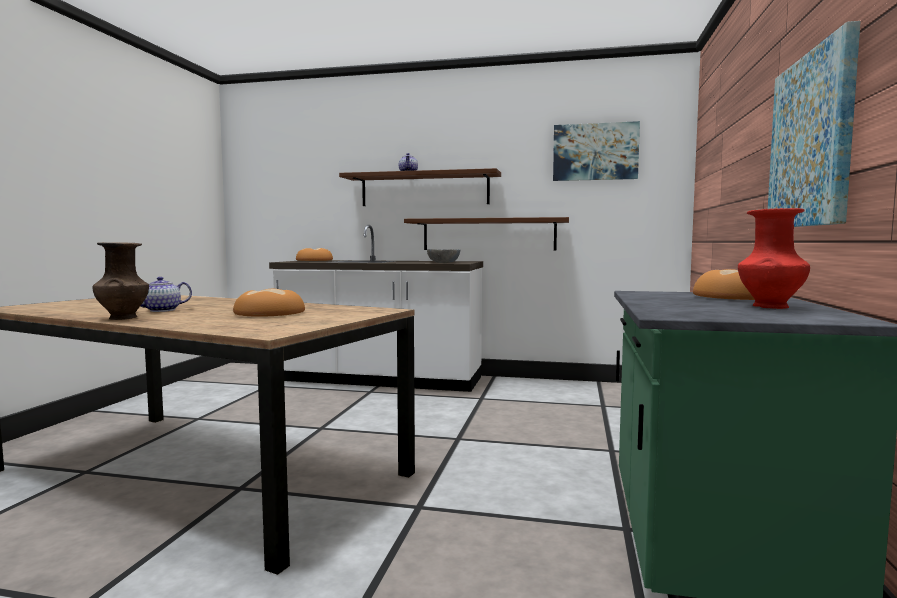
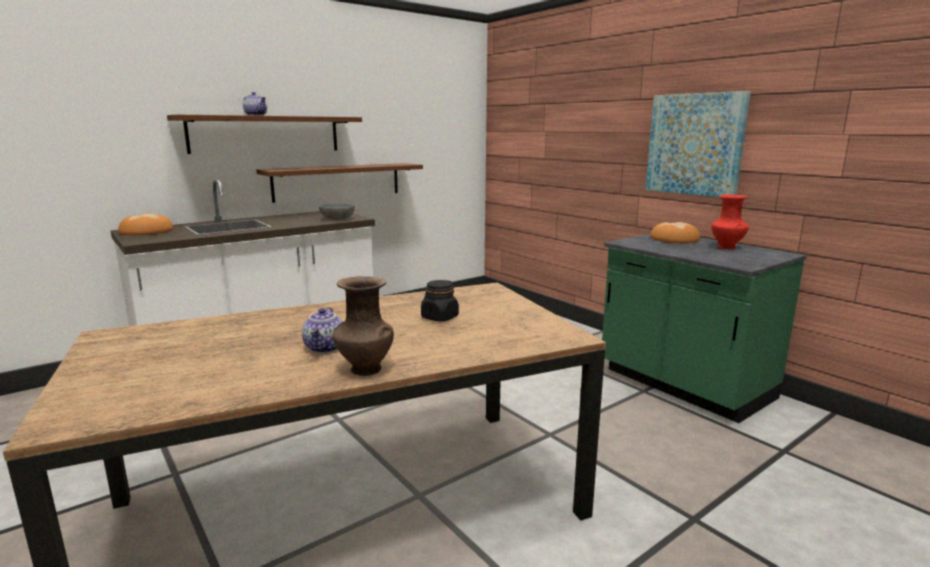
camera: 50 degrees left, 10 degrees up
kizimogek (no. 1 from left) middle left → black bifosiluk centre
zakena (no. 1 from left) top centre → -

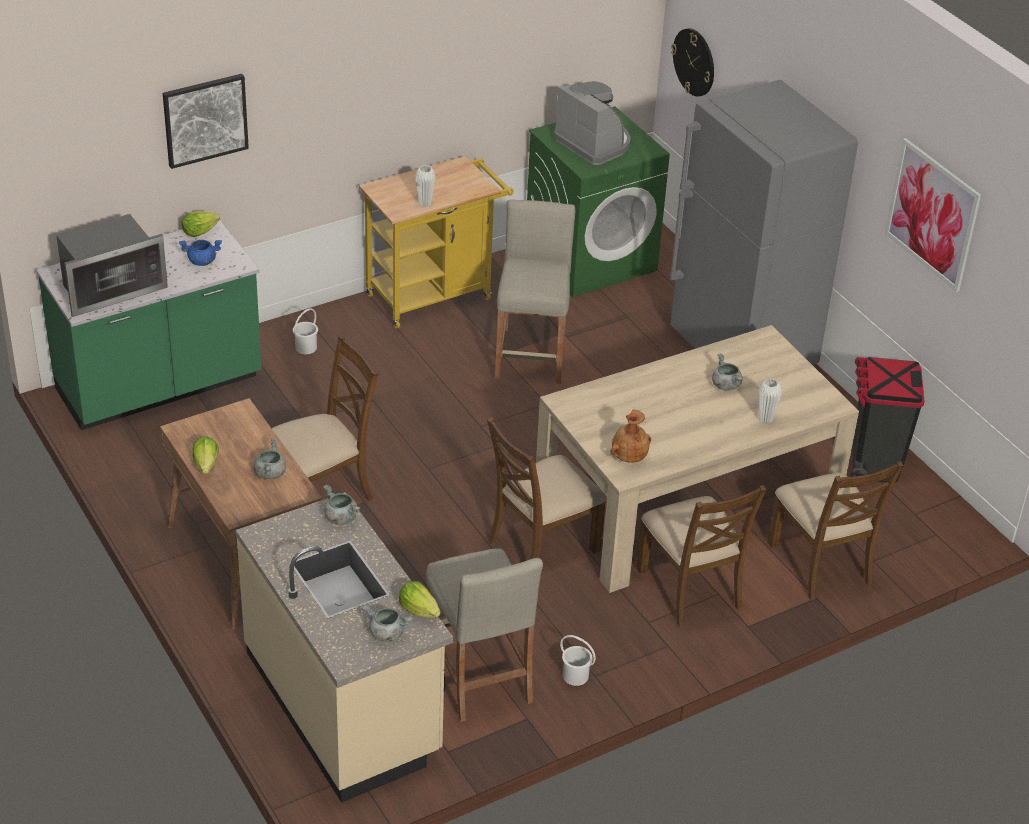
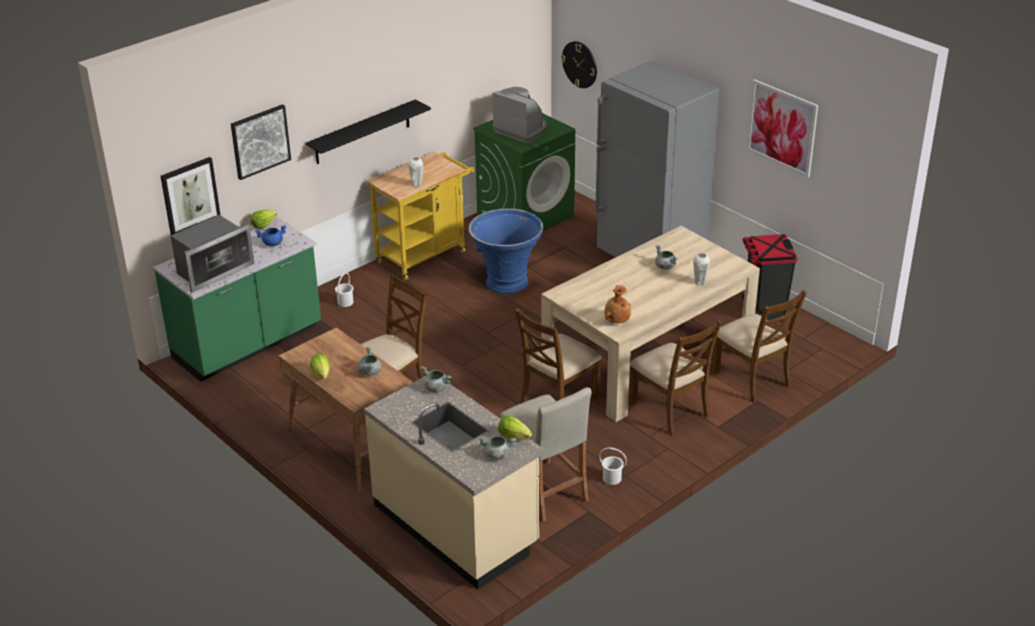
camera: 10 degrees left, 5 degrees down
- → zakena (no. 1 from left) top left
- → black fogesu top centre
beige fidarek (no. 2 from left) centre → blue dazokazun centre

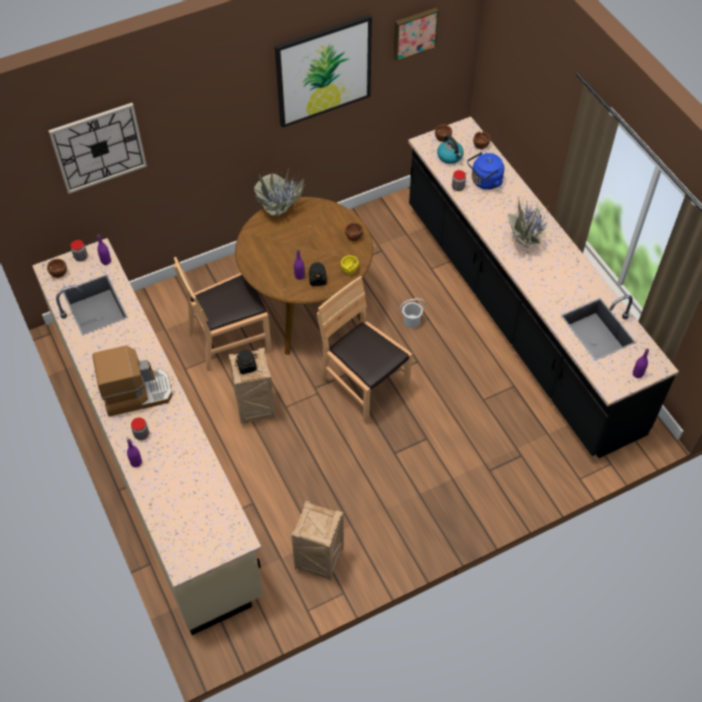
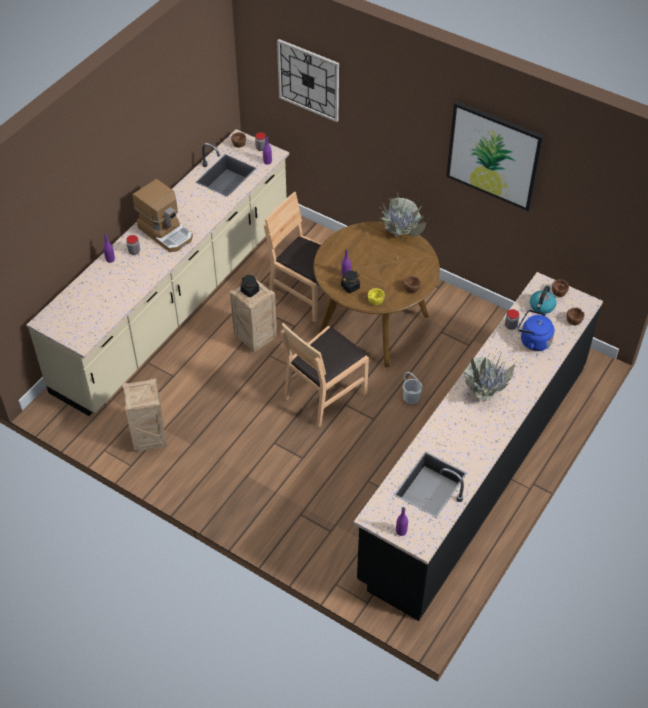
camera: 60 degrees right, 5 degrees down
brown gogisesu (no. 2 from left) centre, 150 degrees counterclockwise
zakena (no. 2 from left) top centre → -

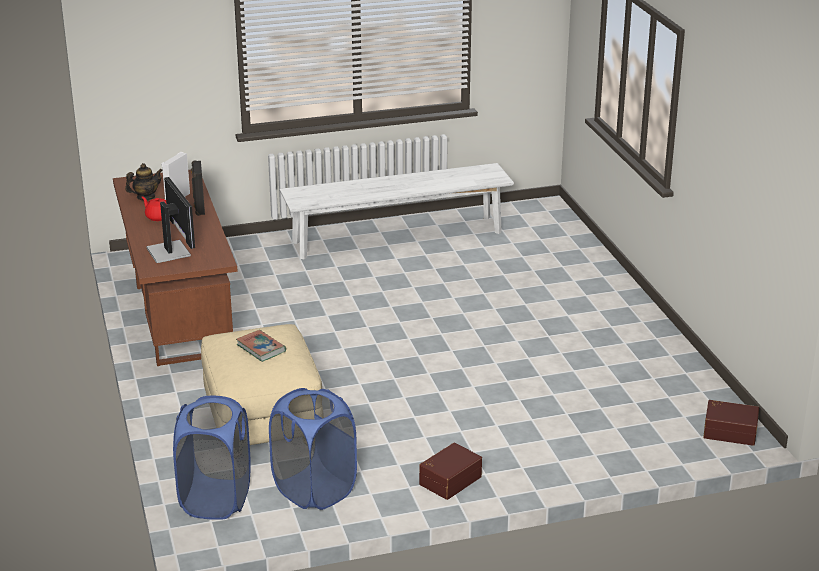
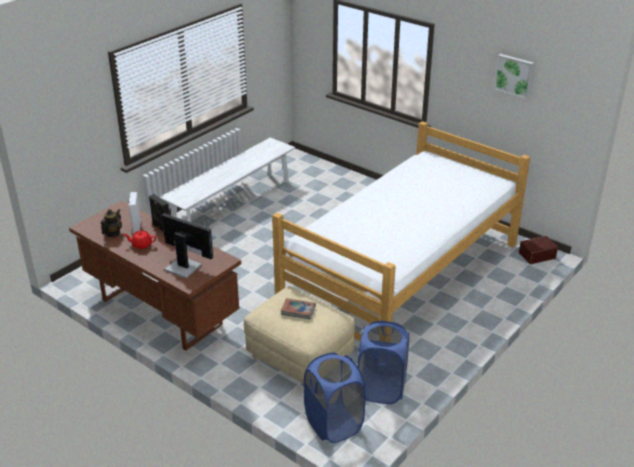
camera: 35 degrees left, 5 degrees up
- → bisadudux centre
- → zakena top right
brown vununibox (no. 1 from left) bottom centre → -

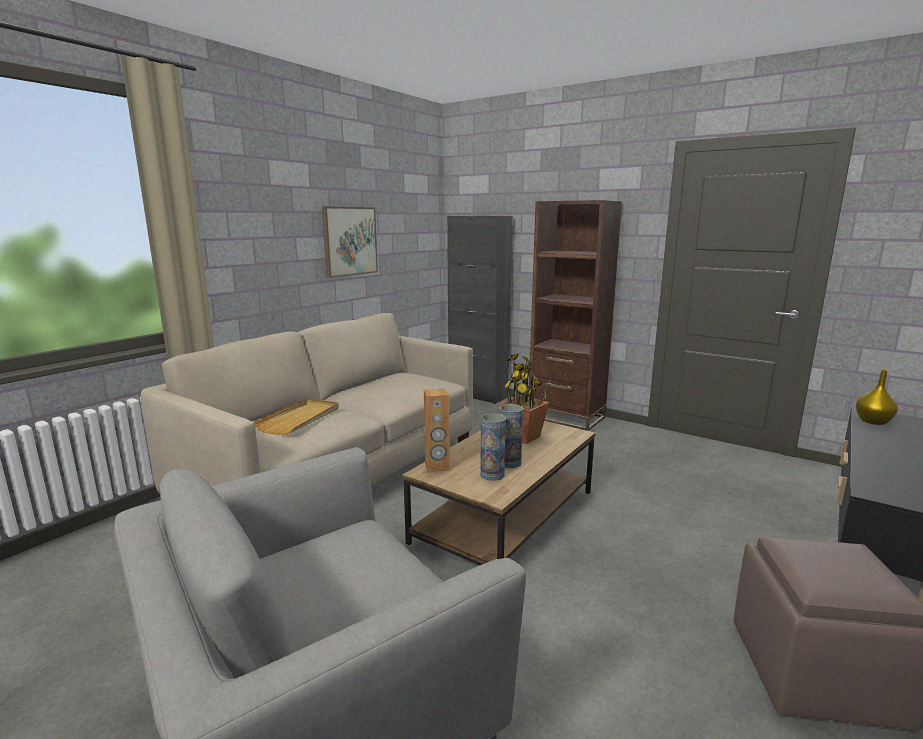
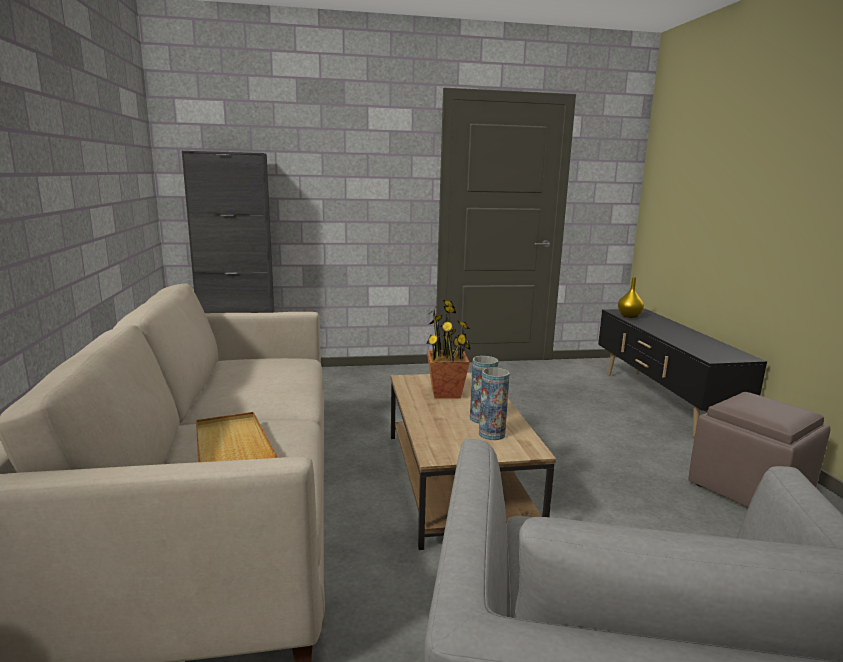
camera: 45 degrees left, 0 degrees up
zakena top centre → -
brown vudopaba centre → -
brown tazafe centre → -

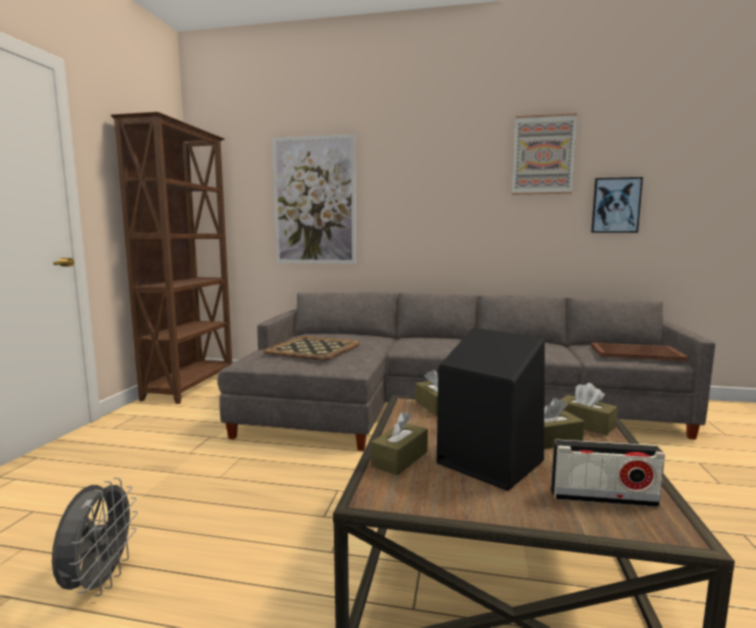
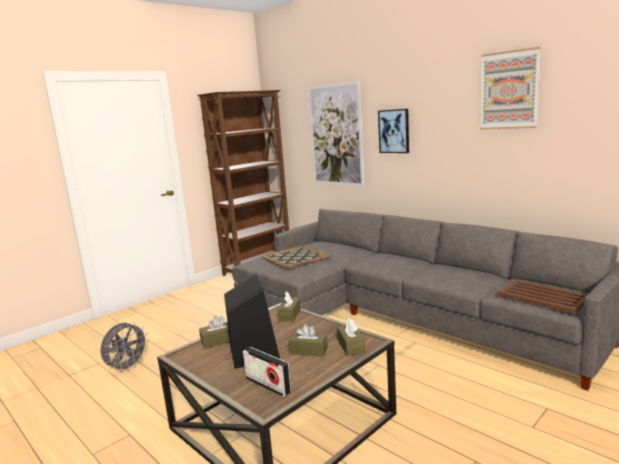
camera: 35 degrees right, 5 degrees up
zakena (no. 3 from left in the first image) top right → zakena (no. 2 from left) top centre, relocated

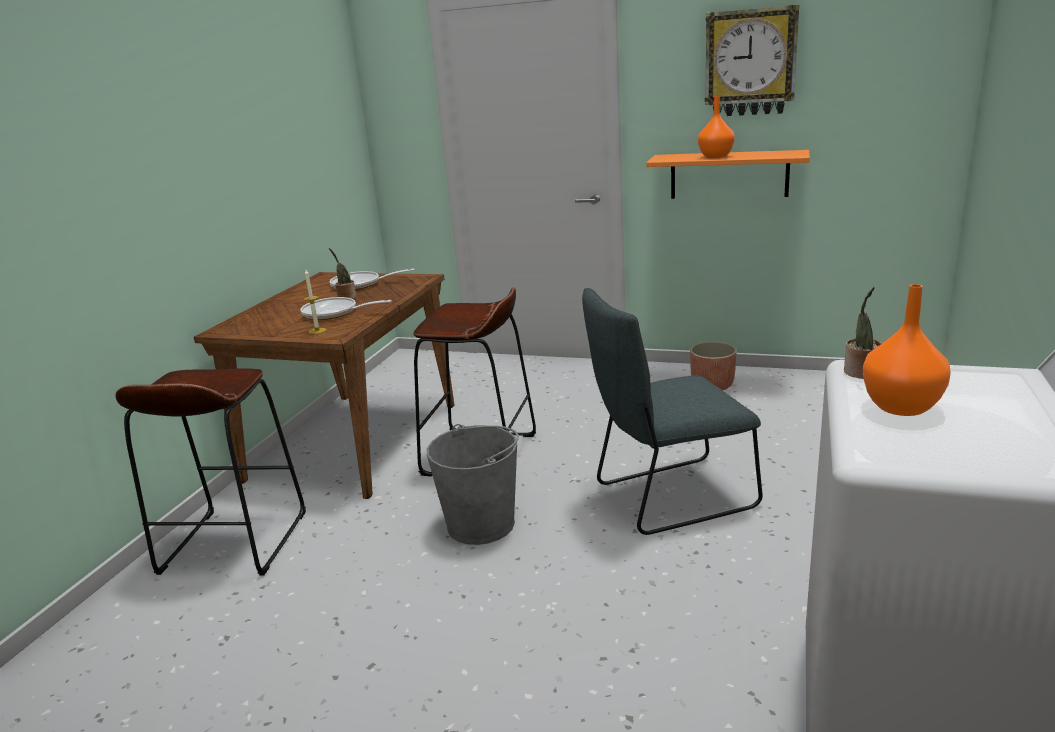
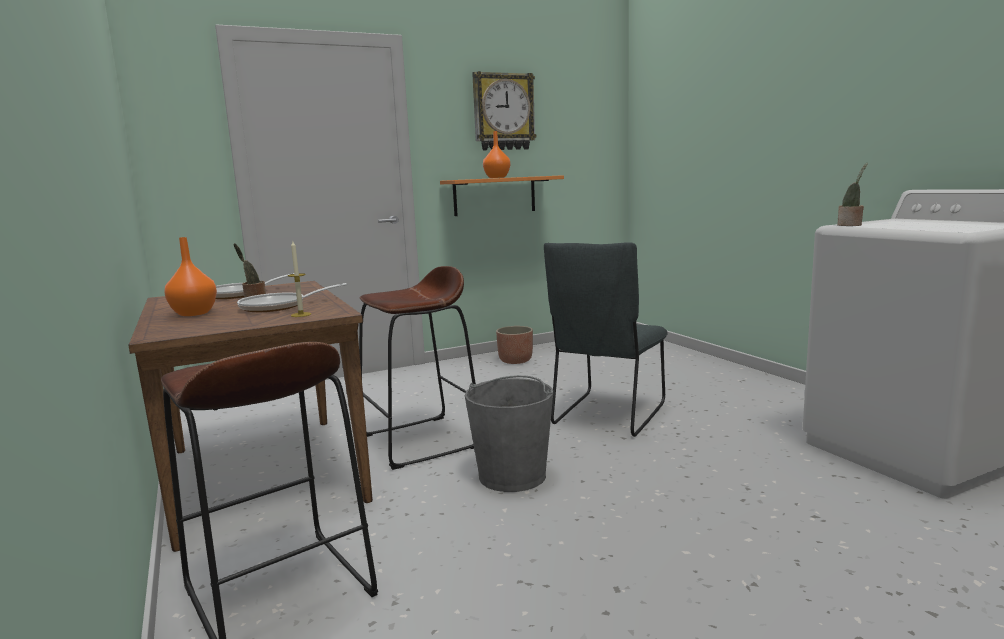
camera: 45 degrees left, 10 degrees down
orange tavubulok (no. 2 from left in the first image) middle right → orange tavubulok (no. 1 from left) middle left, relocated

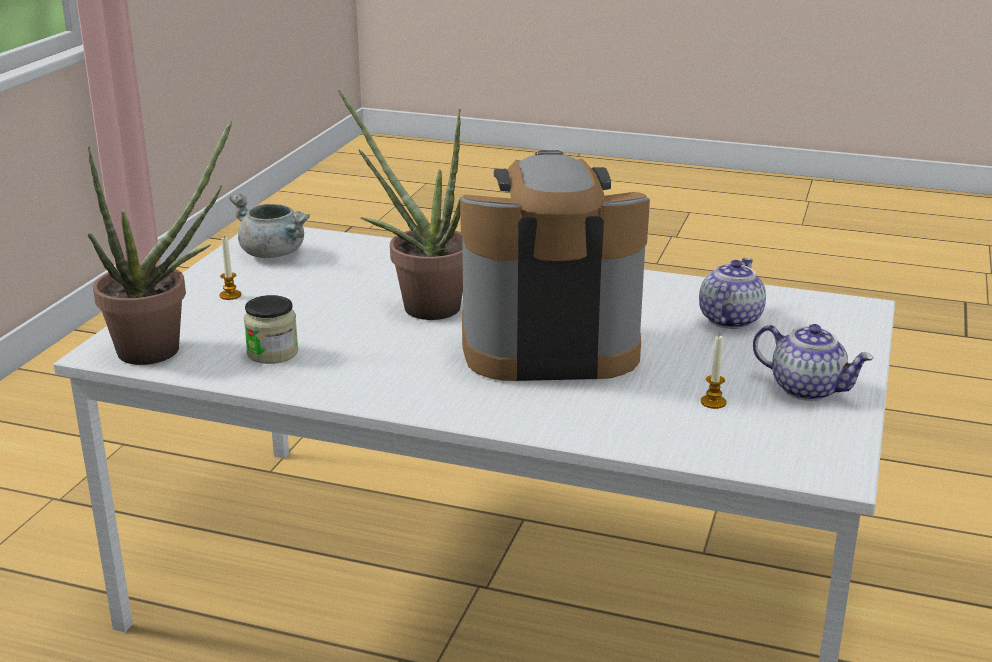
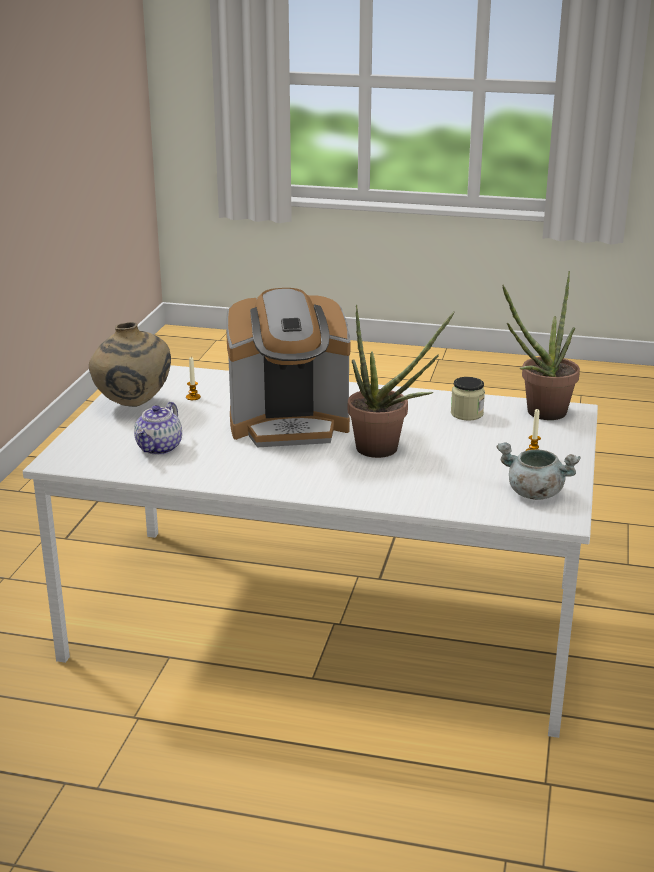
camera: 175 degrees right, 0 degrees up
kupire (no. 2 from left) middle right → beige tavubulok middle left

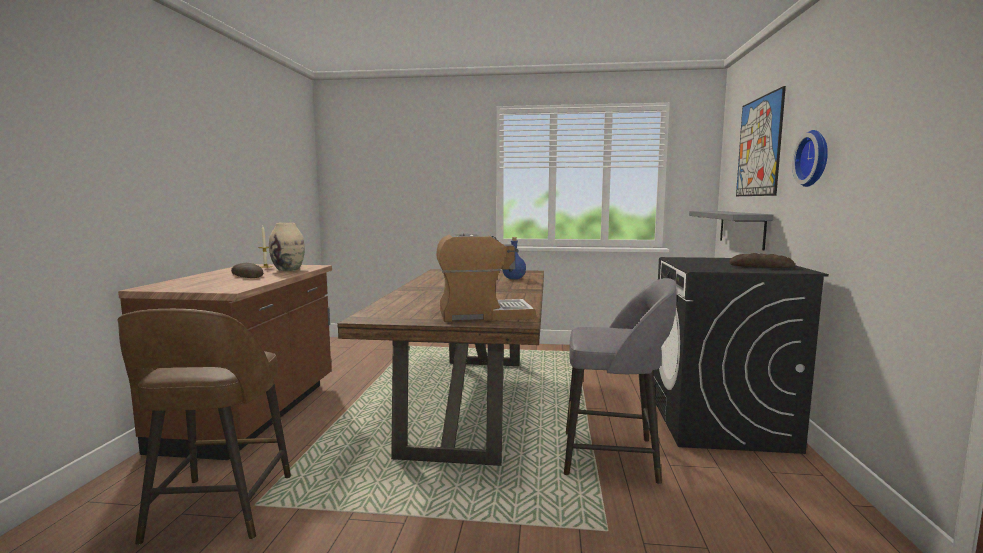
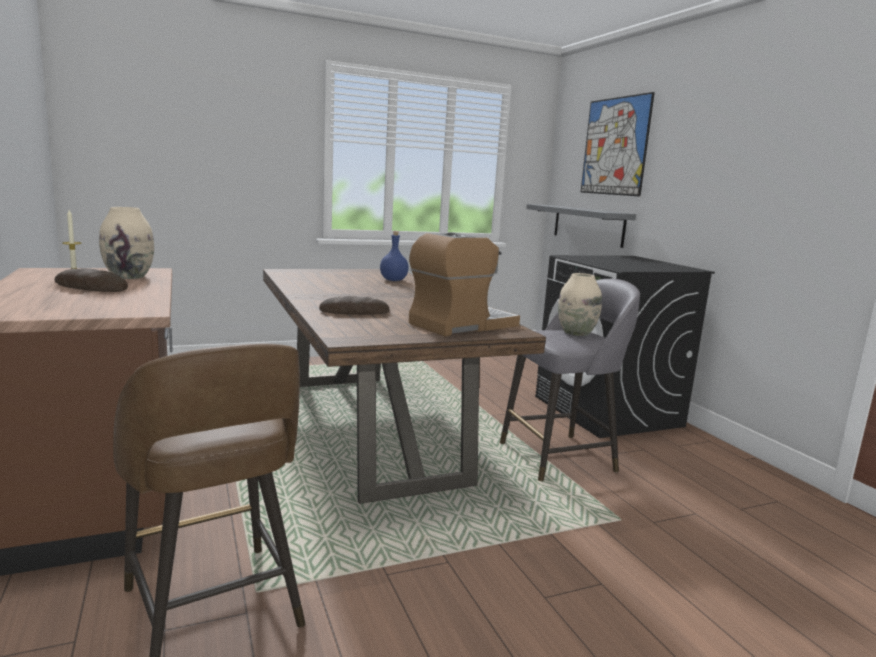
camera: 30 degrees left, 5 degrees up
kizimogek (no. 2 from left) middle right → kizimogek (no. 2 from left) centre, relocated
- → beige tavubulok (no. 2 from left) centre
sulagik top right → -

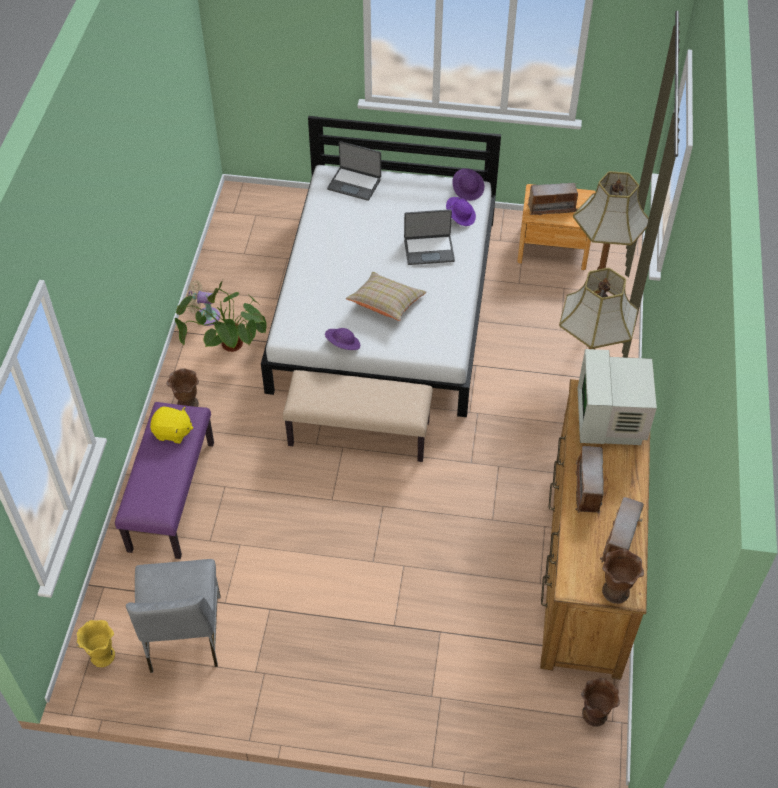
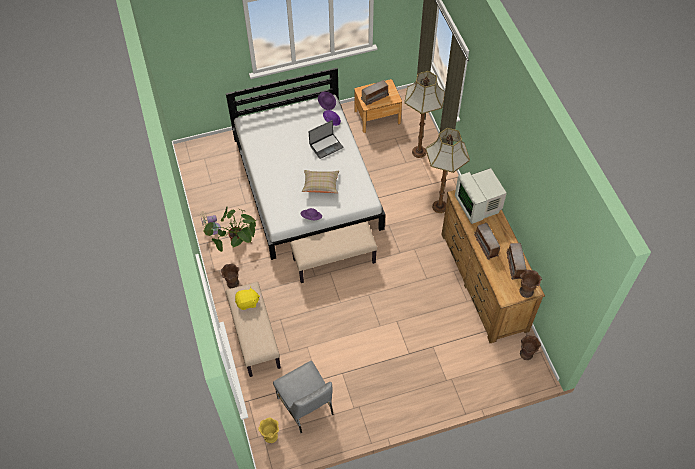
camera: 25 degrees left, 5 degrees up
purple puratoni middle left → beige puratoni (no. 1 from left) bottom centre
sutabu (no. 1 from left) top centre → -

